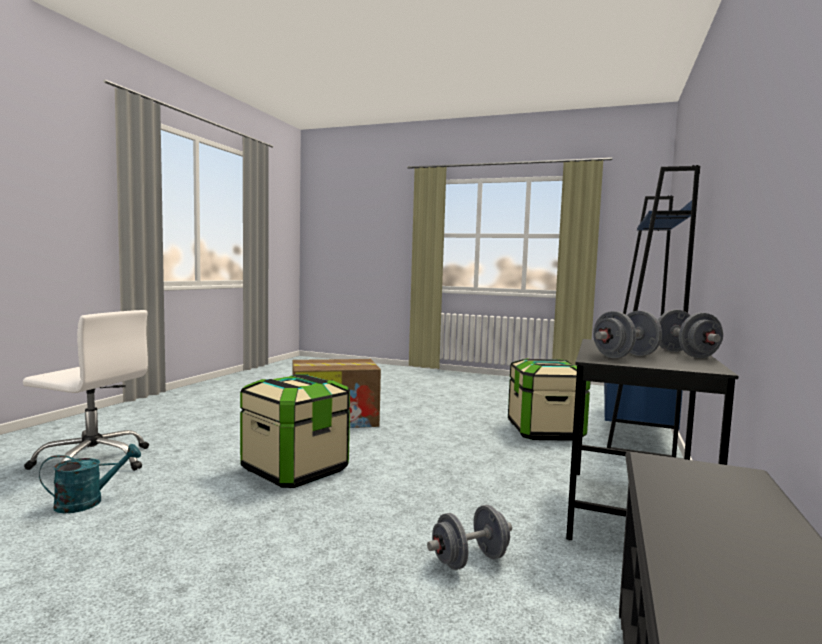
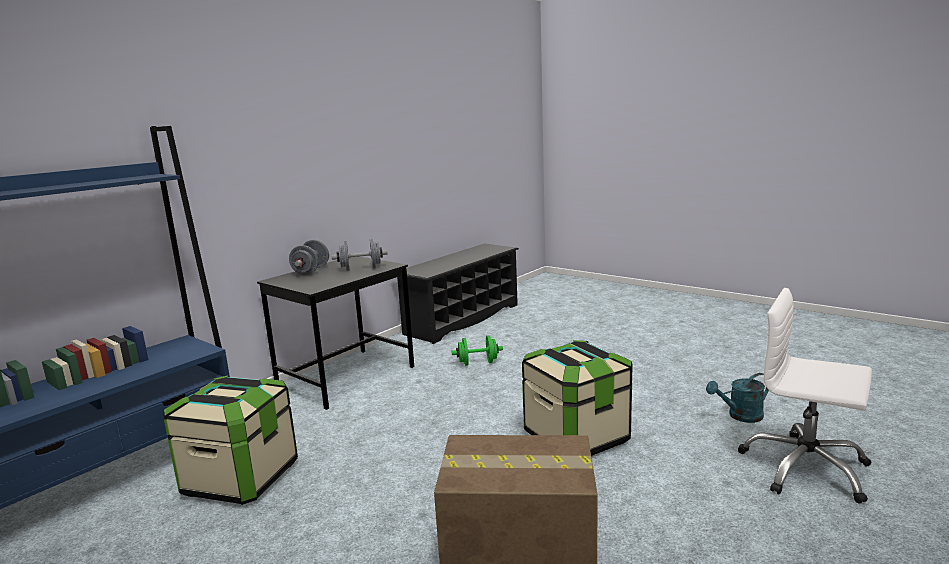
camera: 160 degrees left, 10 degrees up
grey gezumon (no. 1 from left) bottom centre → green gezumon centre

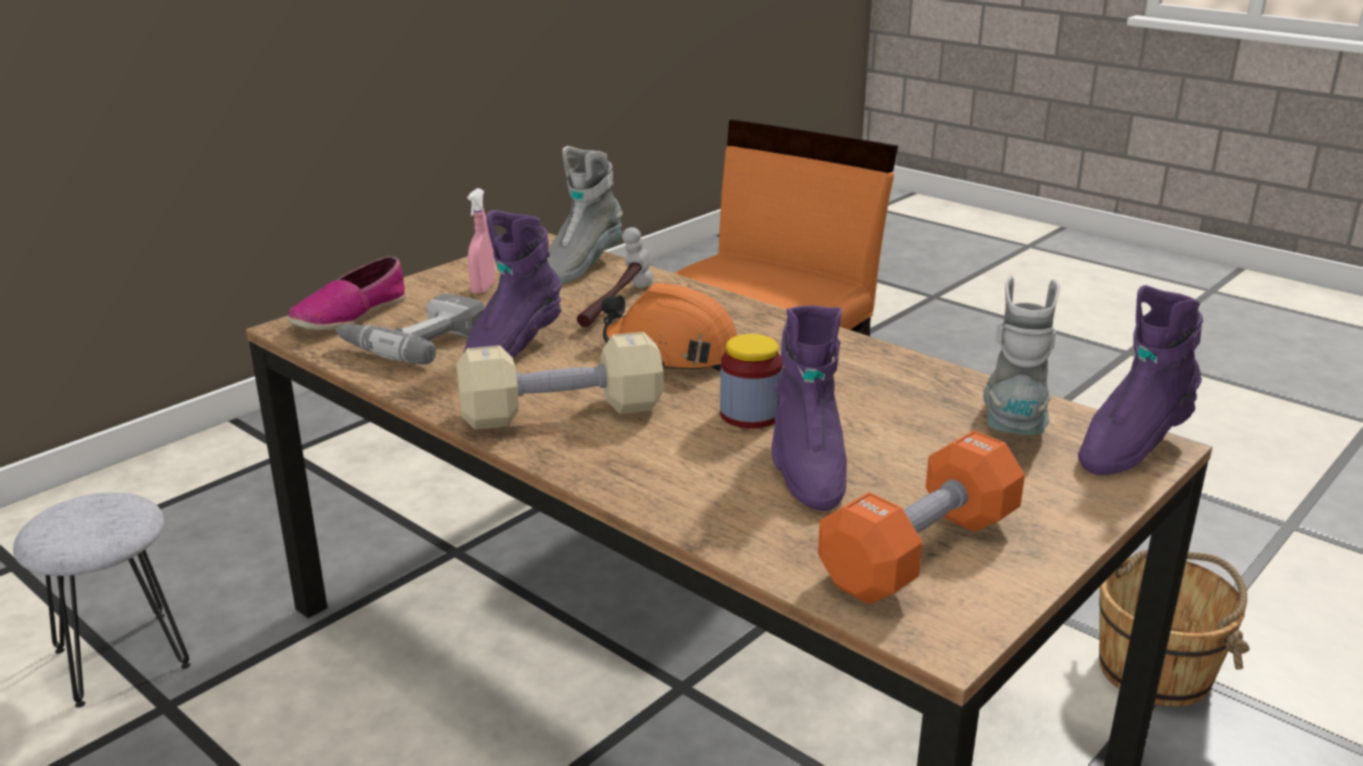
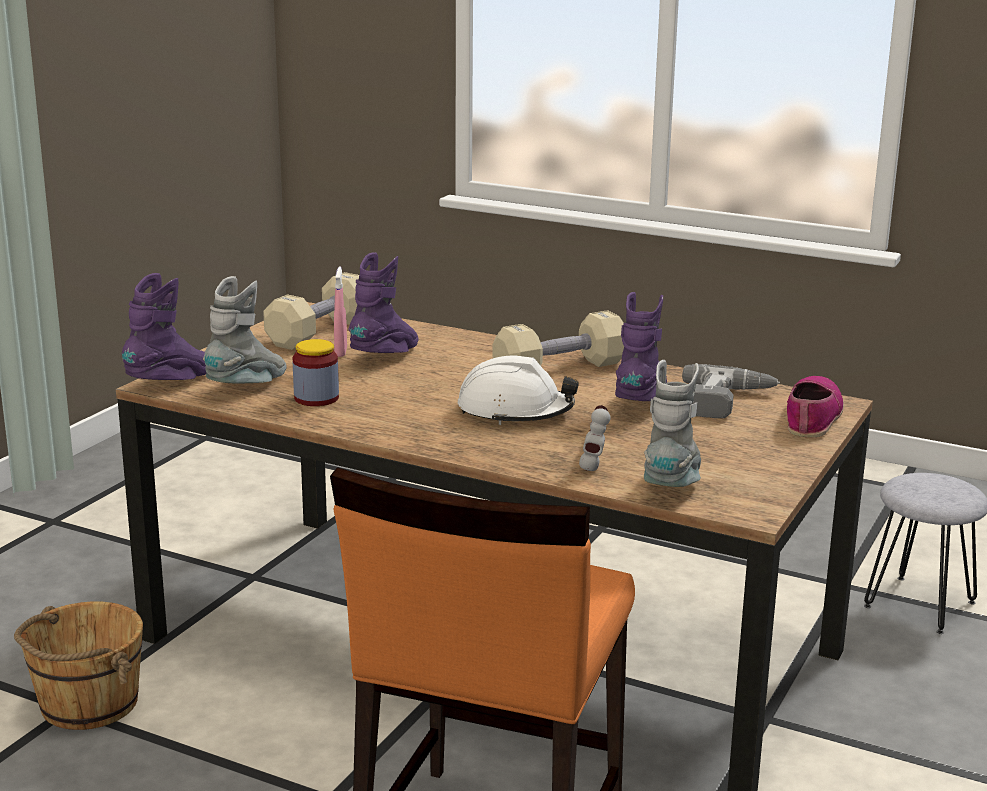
camera: 165 degrees right, 5 degrees down
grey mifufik (no. 2 from left in the first image) middle right → grey mifufik (no. 1 from left) middle left, 150 degrees counterclockwise
orange gezumon bottom right → beige gezumon (no. 1 from left) middle left
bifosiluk centre → bifosiluk middle left, relocated
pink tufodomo top centre → pink tufodomo centre, relocated
purple mifufik (no. 2 from left) centre, 45 degrees clockwise
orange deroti centre → white deroti centre

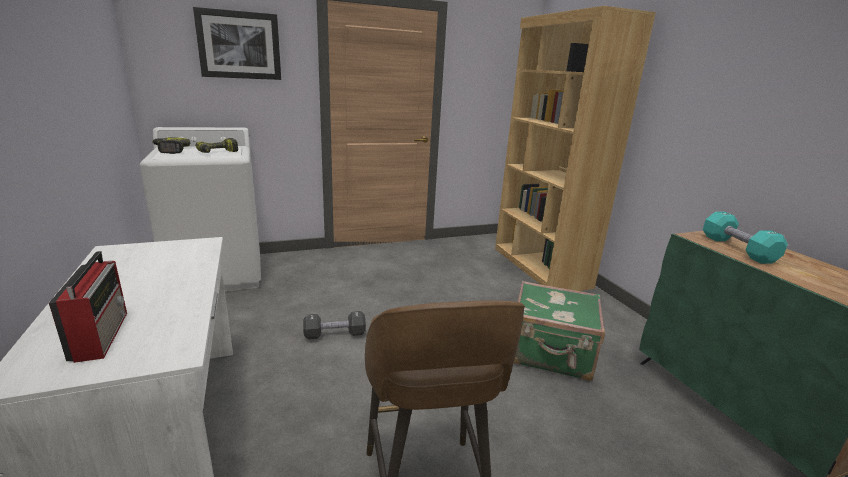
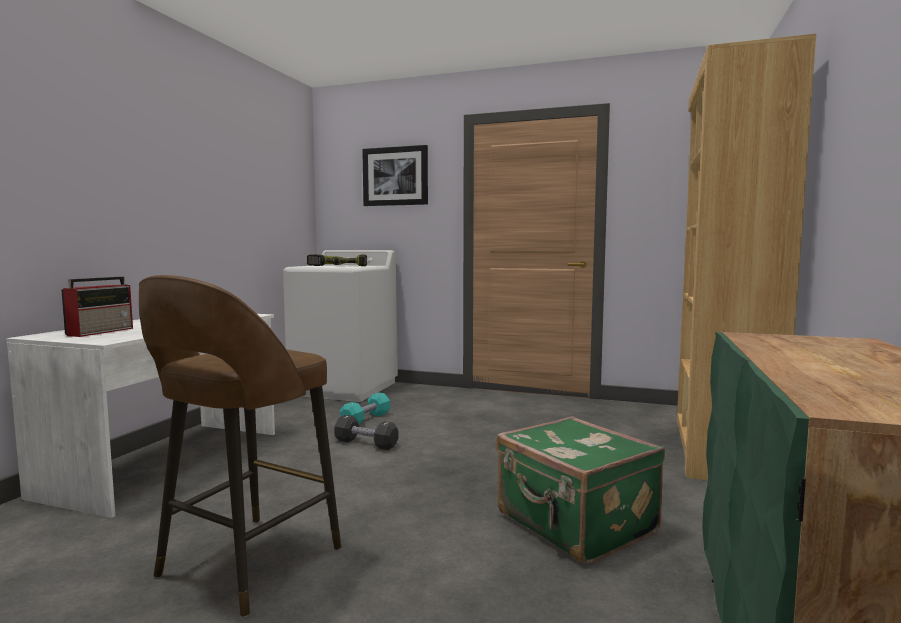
camera: 40 degrees right, 15 degrees down
turquoise gezumon middle right → turquoise gezumon centre, relocated

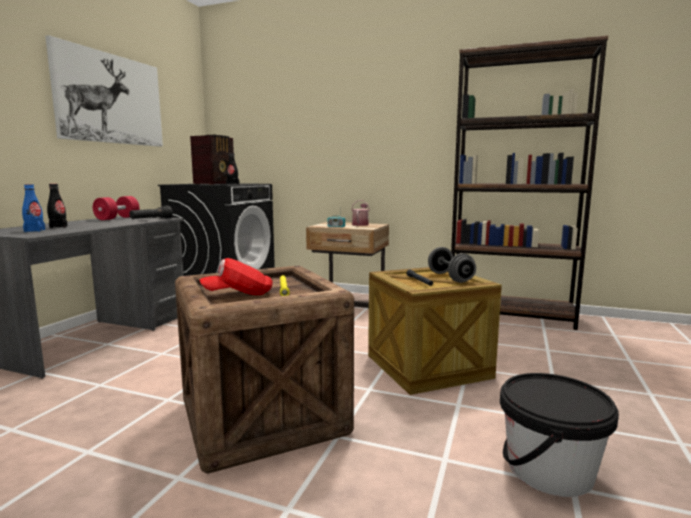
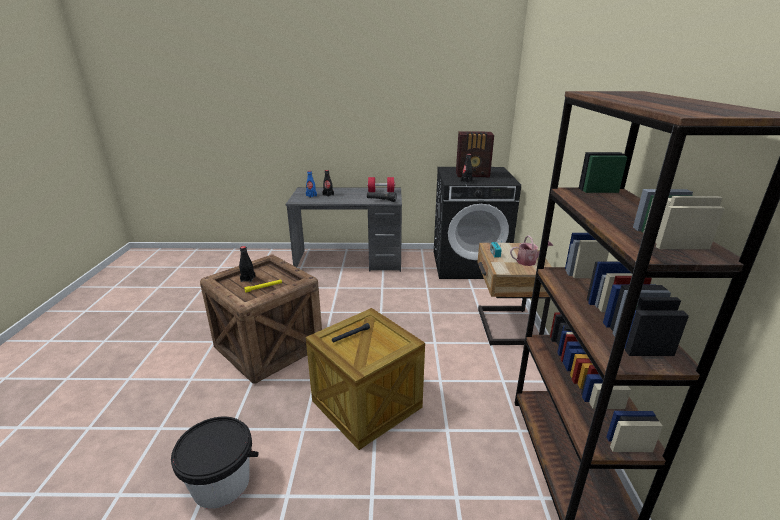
camera: 70 degrees right, 15 degrees up
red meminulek centre → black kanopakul (no. 1 from left) middle left
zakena top left → -
grey gezumon centre → -

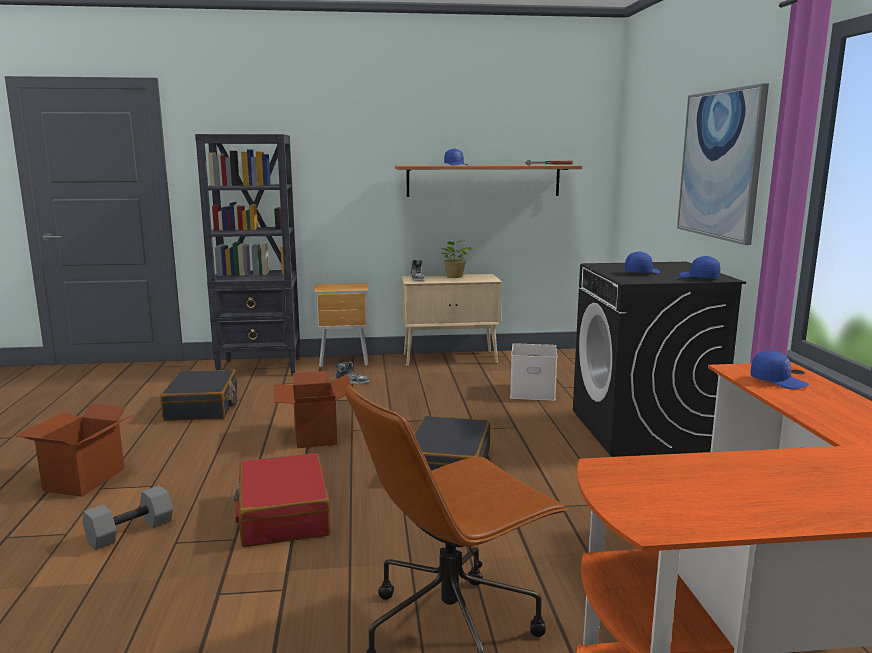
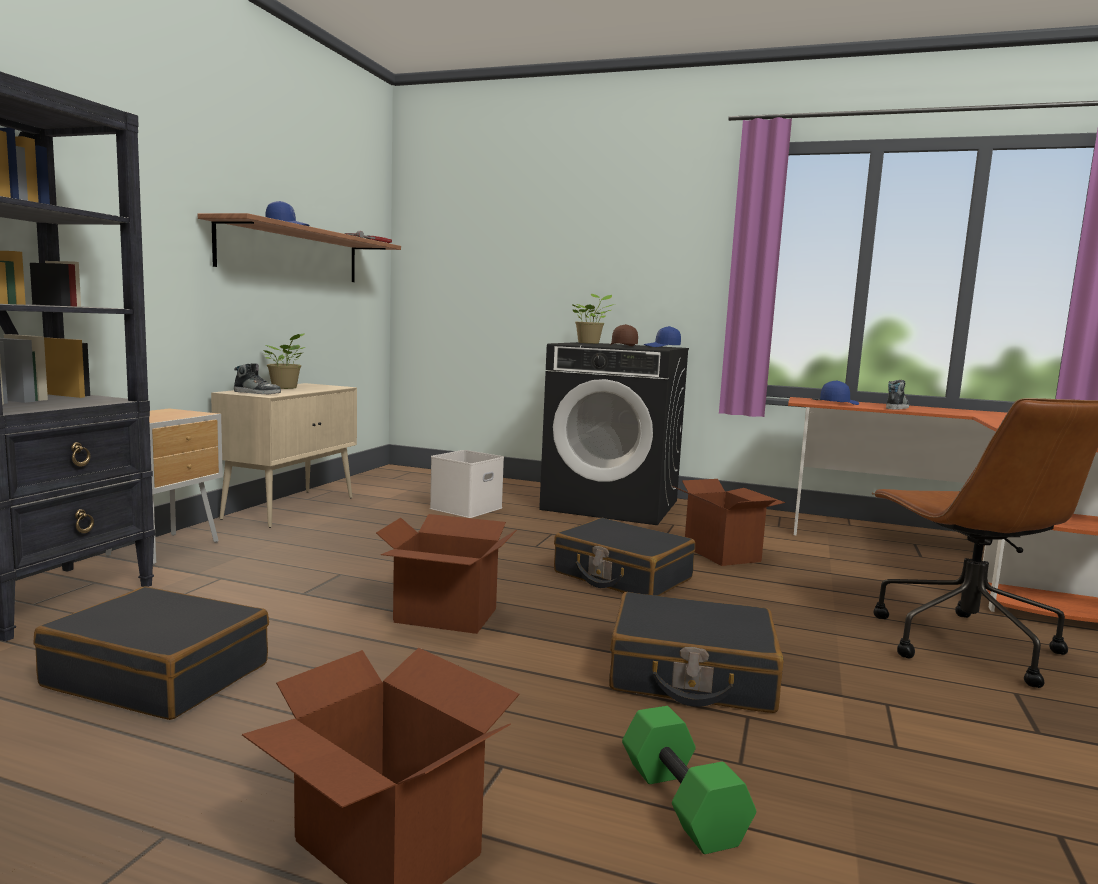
camera: 65 degrees left, 5 degrees down
- → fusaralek (no. 2 from left) centre
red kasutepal bottom left → black kasutepal (no. 3 from left) bottom centre
blue meminulek (no. 2 from left) middle right → brown meminulek centre
grey gezumon bottom left → green gezumon bottom centre
- → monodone (no. 3 from left) centre
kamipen (no. 1 from left in the first image) centre → kamipen (no. 2 from left) middle right, relocated
zakena top right → -

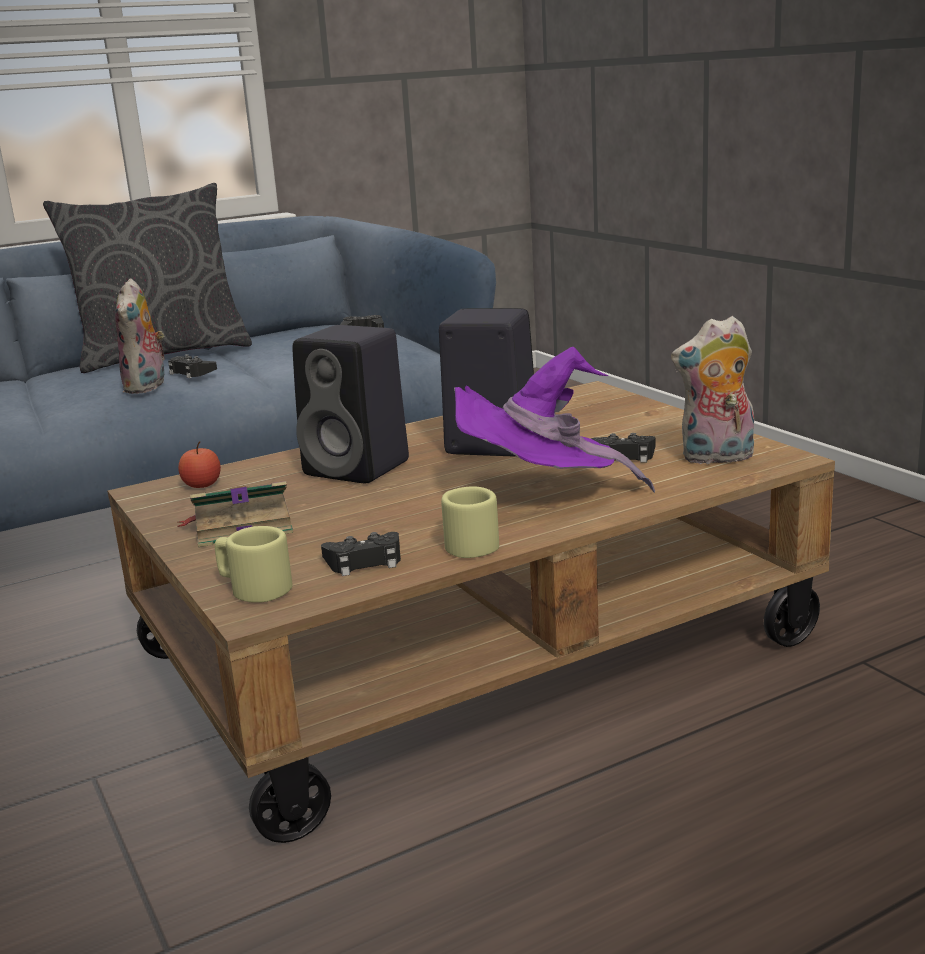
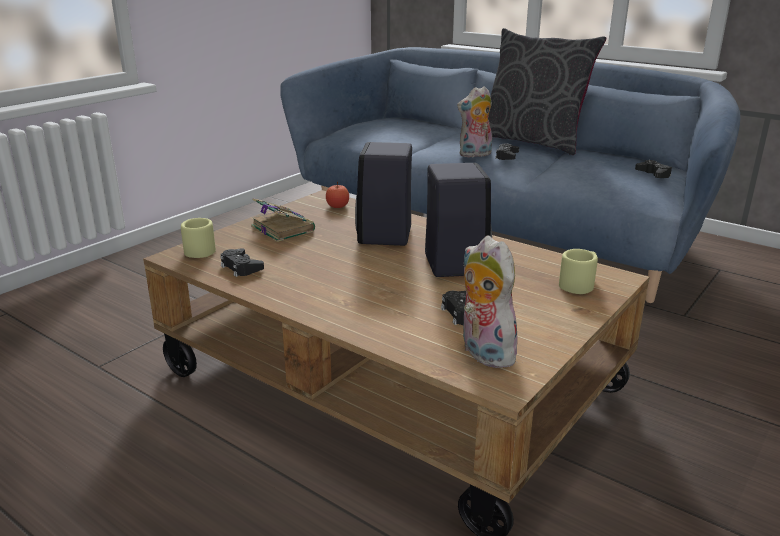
camera: 65 degrees right, 5 degrees up
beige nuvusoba (no. 2 from left) centre → beige nuvusoba (no. 2 from left) middle right, relocated
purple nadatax centre → -

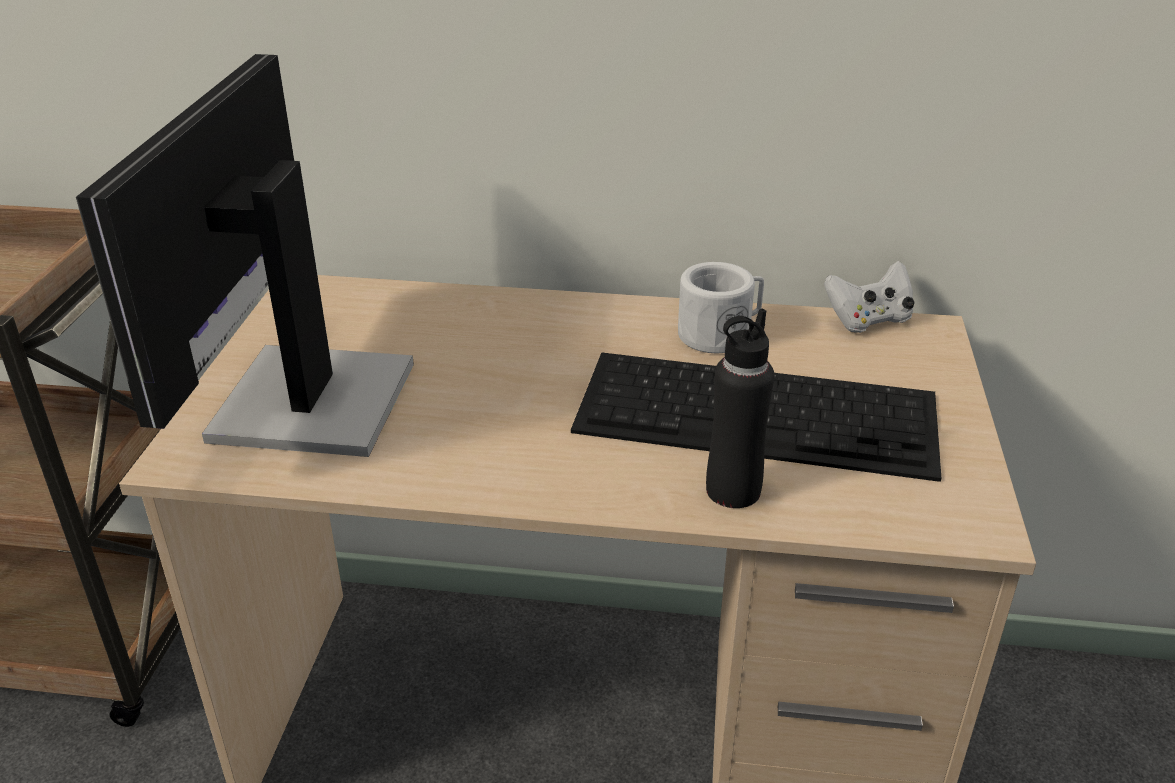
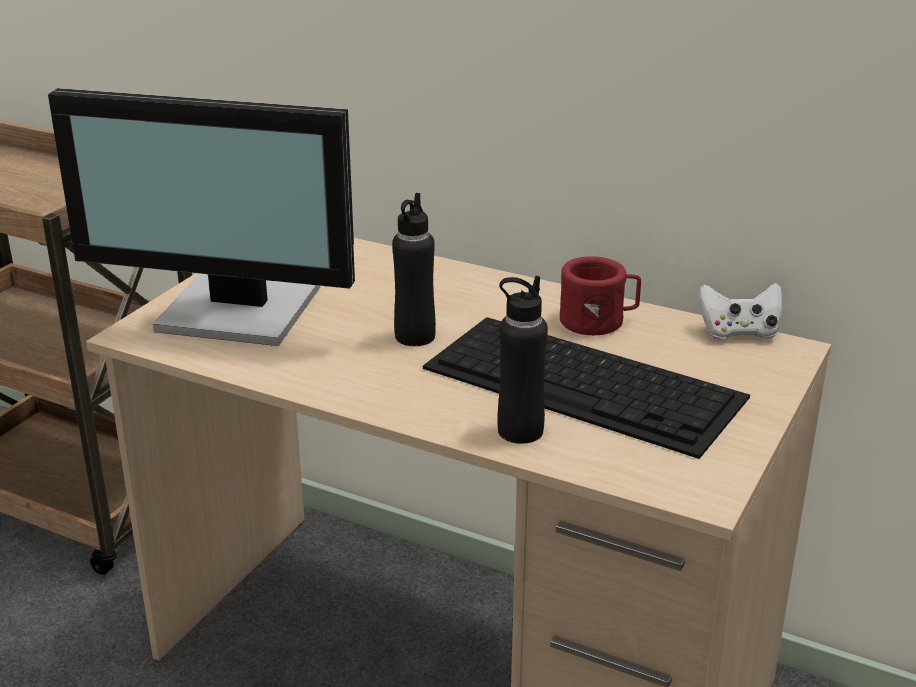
camera: 20 degrees right, 5 degrees down
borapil top left, 105 degrees counterclockwise
- → black kanopakul (no. 1 from left) centre
white nuvusoba centre → red nuvusoba centre

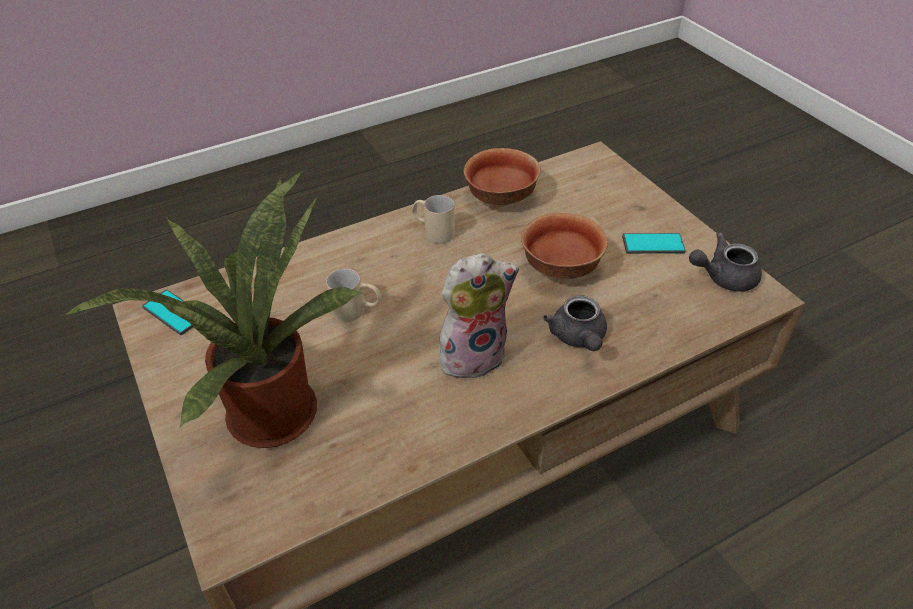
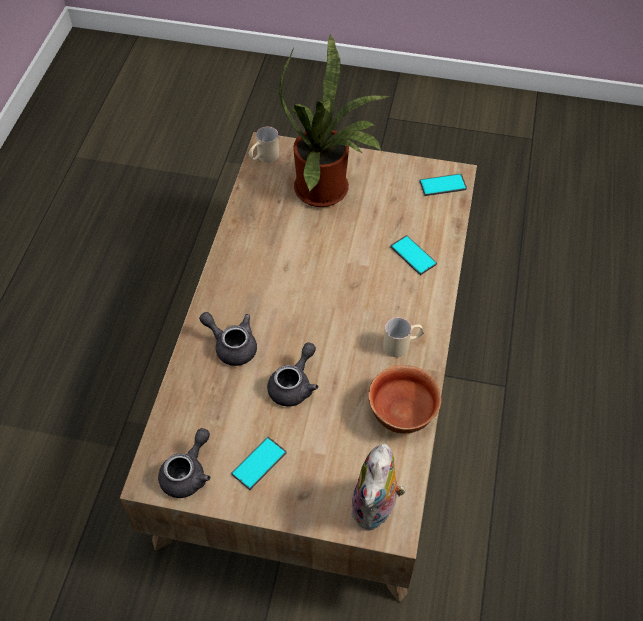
camera: 130 degrees right, 10 degrees up
beige nuvusoba (no. 1 from left) centre → beige nuvusoba (no. 1 from left) top centre, relocated
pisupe (no. 2 from left) centre → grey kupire (no. 3 from left) centre
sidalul centre → sidalul bottom centre, relocated
- → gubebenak (no. 2 from left) centre

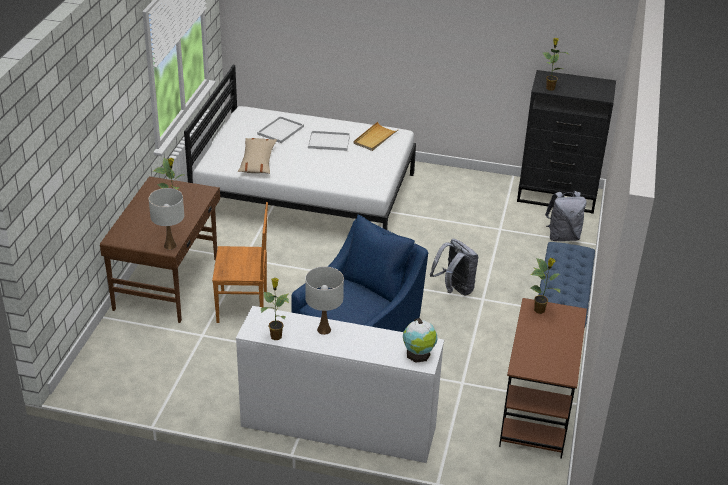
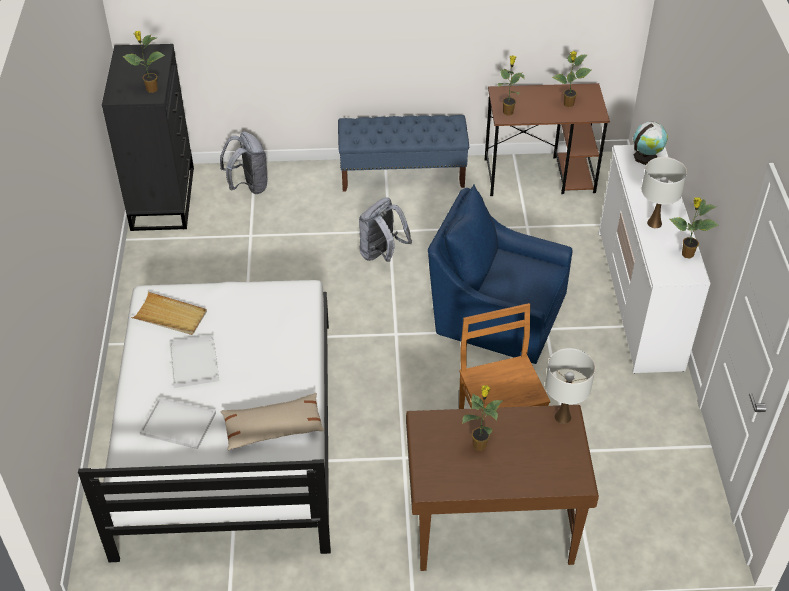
camera: 105 degrees left, 10 degrees up
- → fusaralek (no. 4 from left) top right

